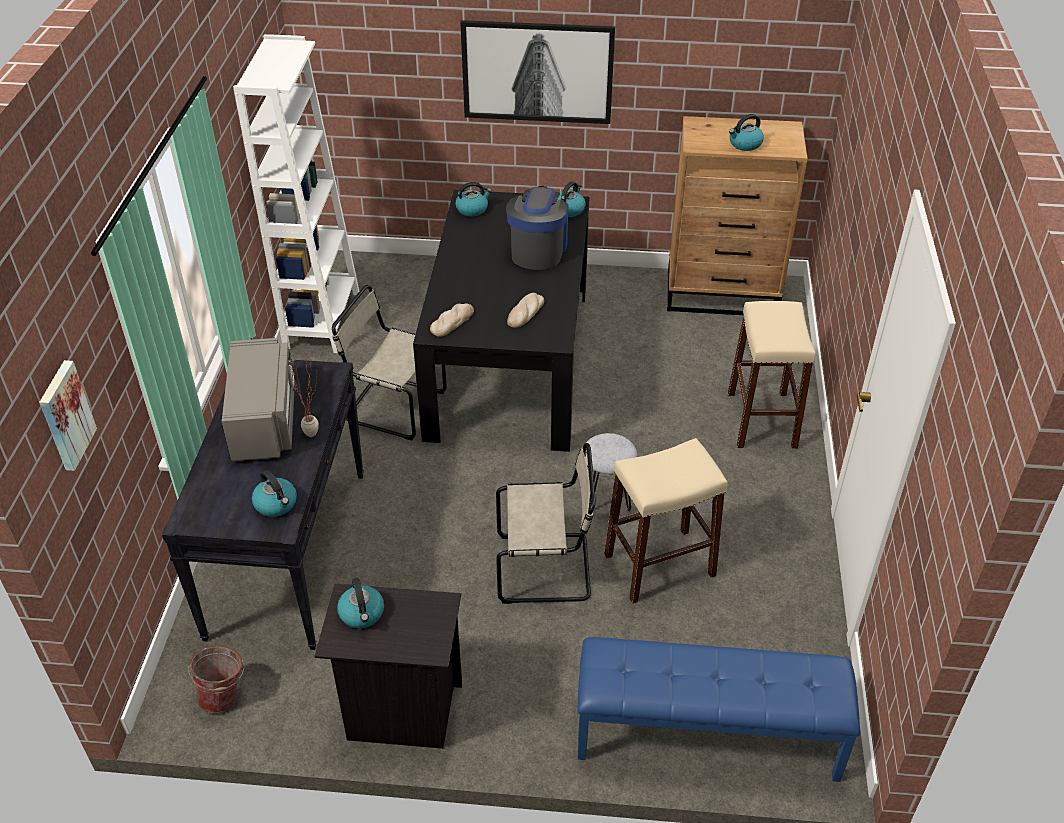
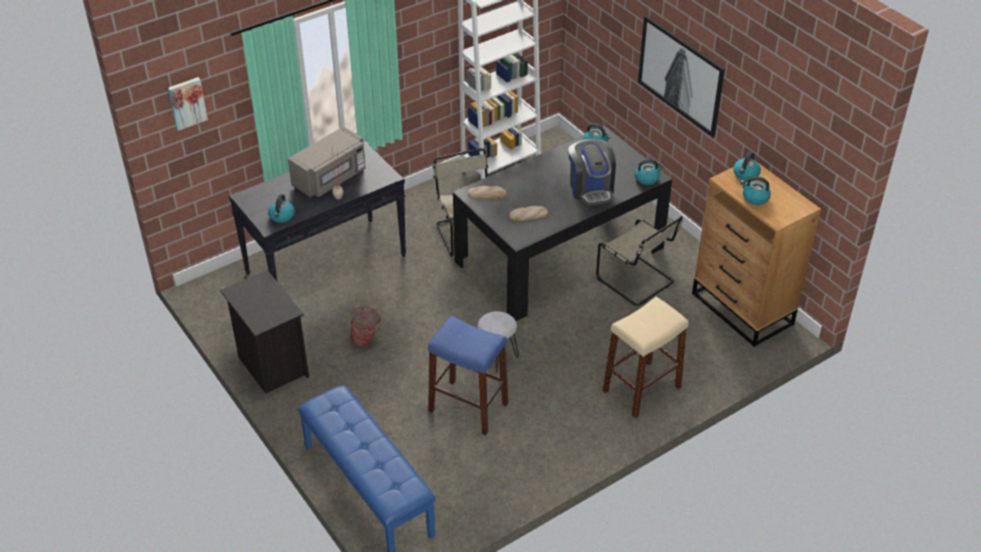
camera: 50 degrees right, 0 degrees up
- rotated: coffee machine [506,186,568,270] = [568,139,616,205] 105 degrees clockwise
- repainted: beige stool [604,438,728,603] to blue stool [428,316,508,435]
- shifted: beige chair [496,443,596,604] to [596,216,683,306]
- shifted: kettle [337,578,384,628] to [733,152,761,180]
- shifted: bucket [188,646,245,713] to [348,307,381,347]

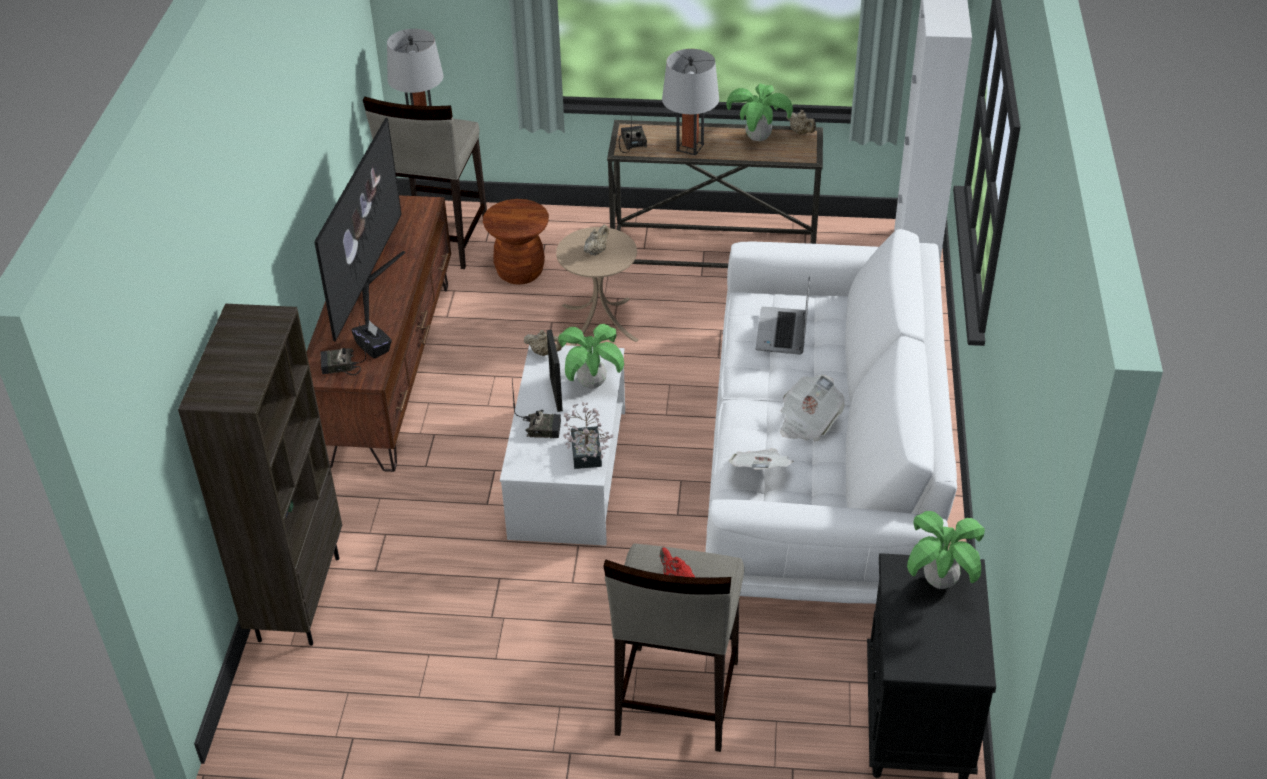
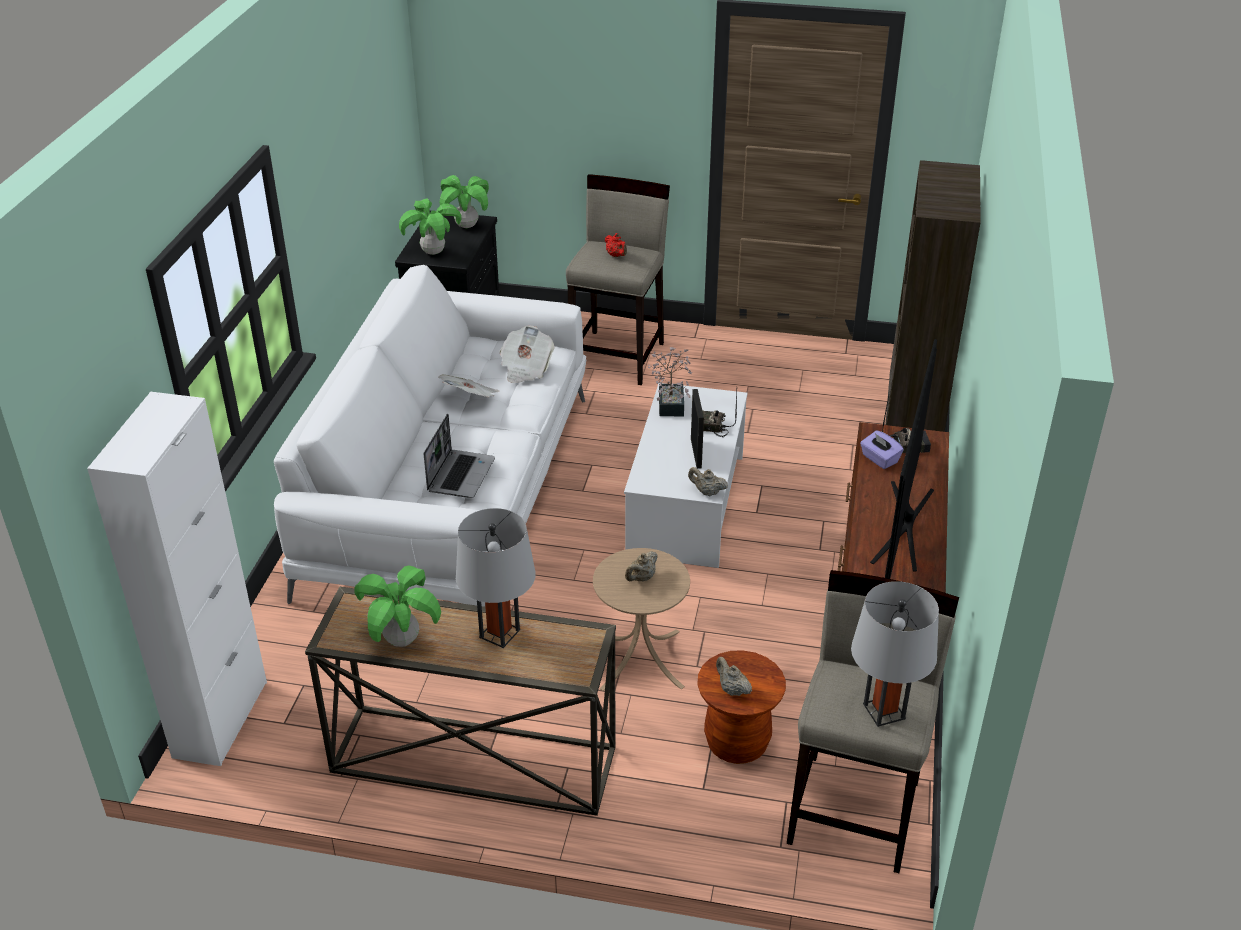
camera: 175 degrees left, 5 degrees down
- shifted: beige teapot [786,110,816,135] to [716,657,752,696]
- gone: radio [618,112,647,153]
- repainted: black tissue box [351,320,392,359] to purple tissue box [860,430,904,469]
- shifted: potted plant [558,324,624,388] to [440,175,489,228]

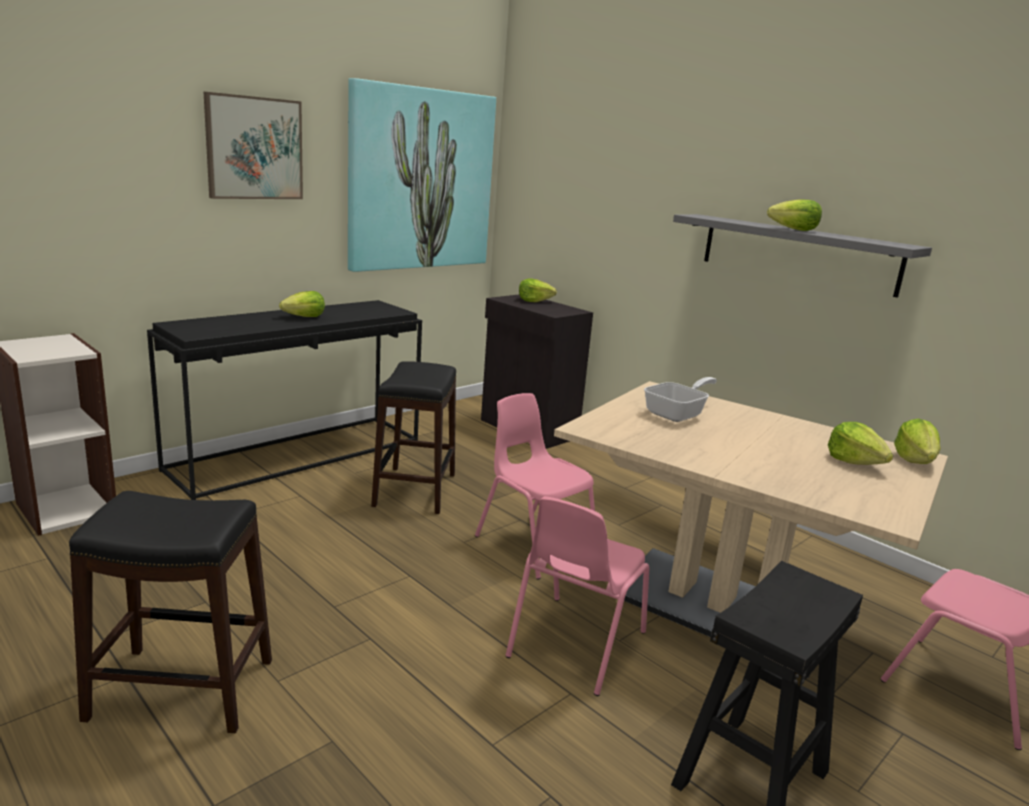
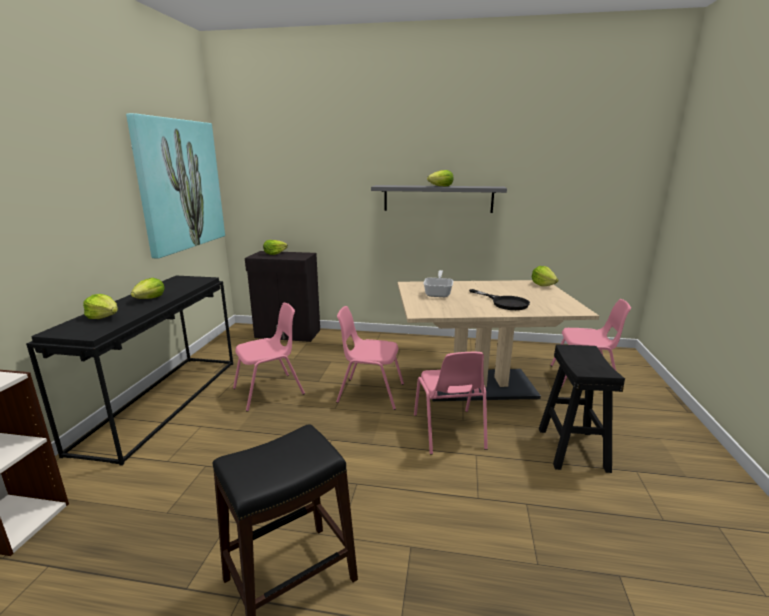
camera: 35 degrees left, 0 degrees up
- gone: picture [204,92,303,199]
- swapped: black stool [371,361,456,514] to pink chair [233,303,305,412]
- shifted: lettuce [828,422,893,465] to [83,294,118,319]
- new: black frying pan [469,289,530,310]

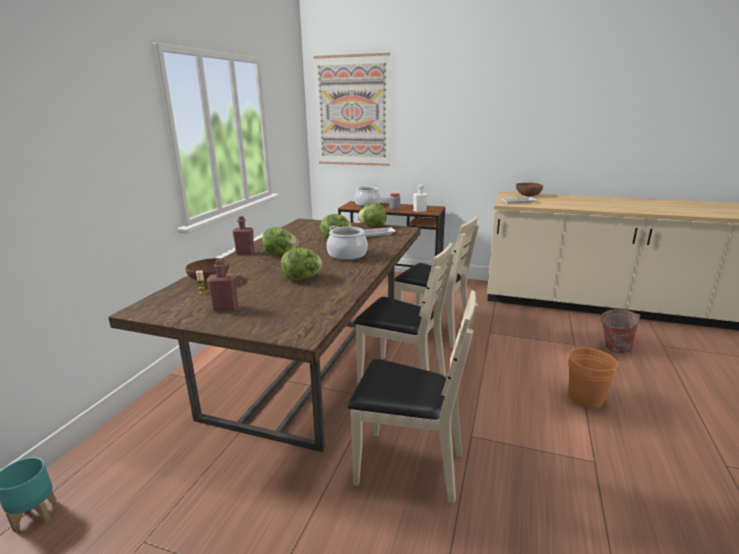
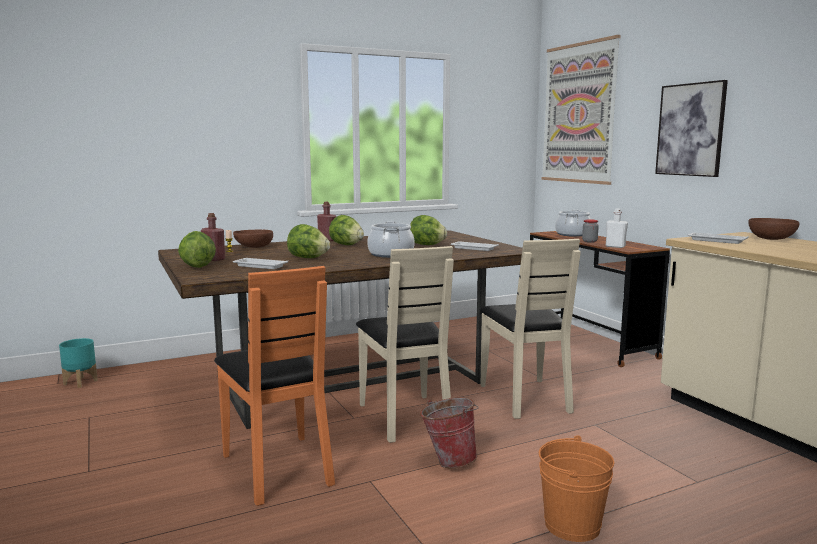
camera: 45 degrees right, 10 degrees down
- shifted: lettuce [357,203,386,226] to [178,231,216,268]
- repainted: beige chair [348,290,478,503] to orange chair [214,266,335,506]
- shifted: bucket [599,309,640,353] to [420,397,479,469]
- new: picture [655,80,728,177]
- new: white tray [233,258,288,269]

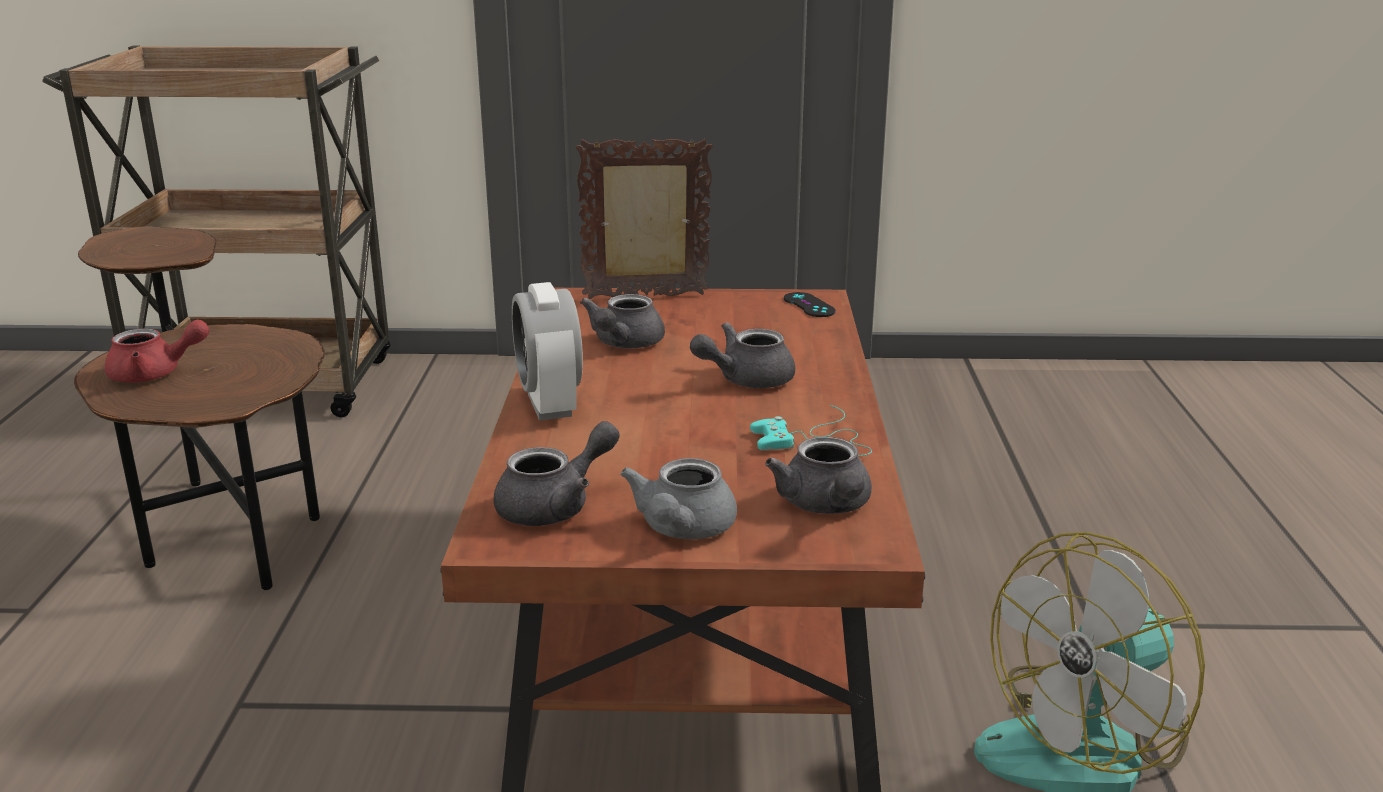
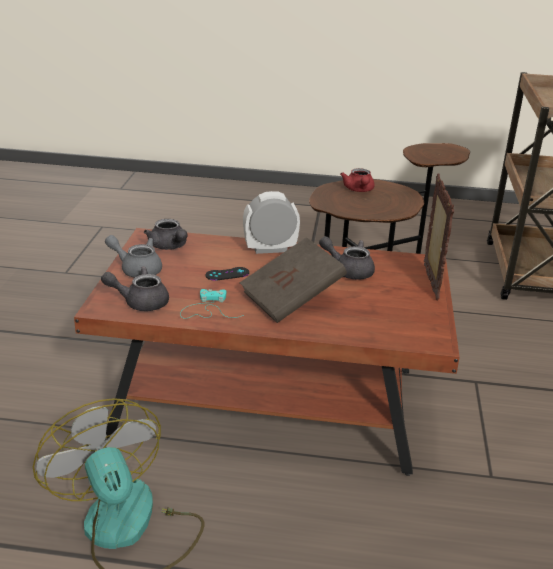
camera: 95 degrees right, 5 degrees up
- shifted: black game controller [784,292,836,317] to [206,267,249,281]
- swapped: grey teapot [690,322,795,388] to brown book [240,237,347,323]

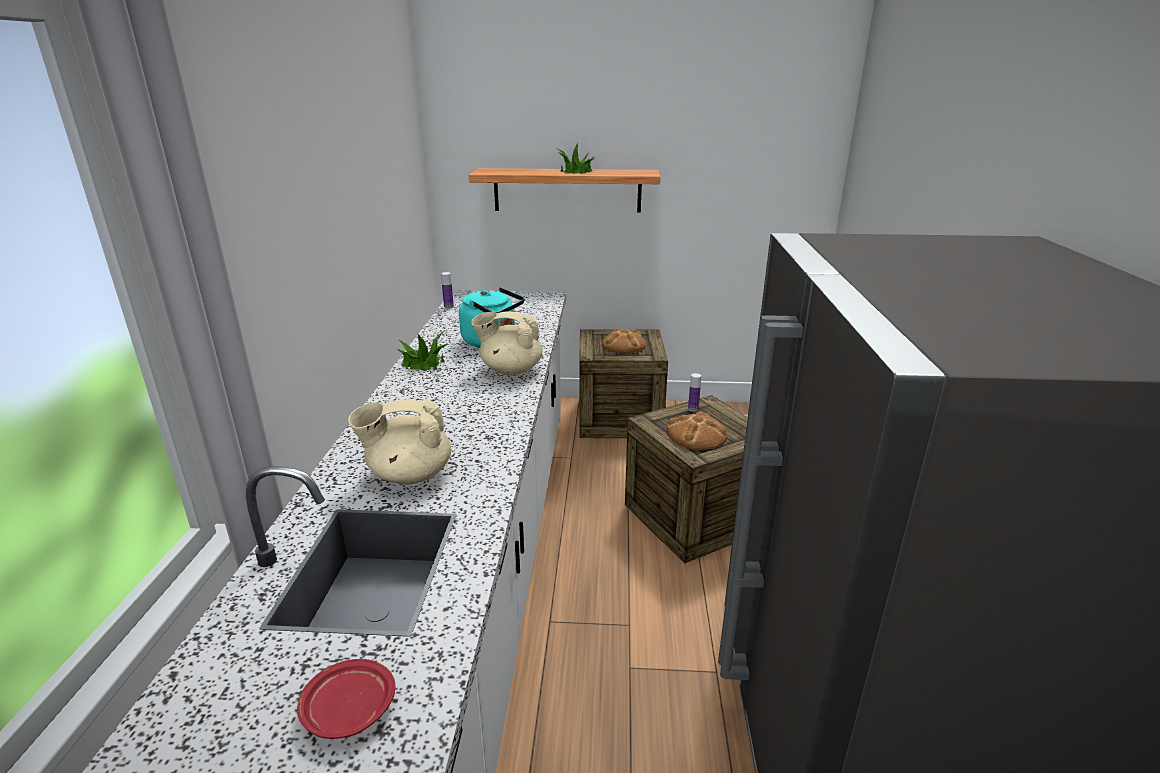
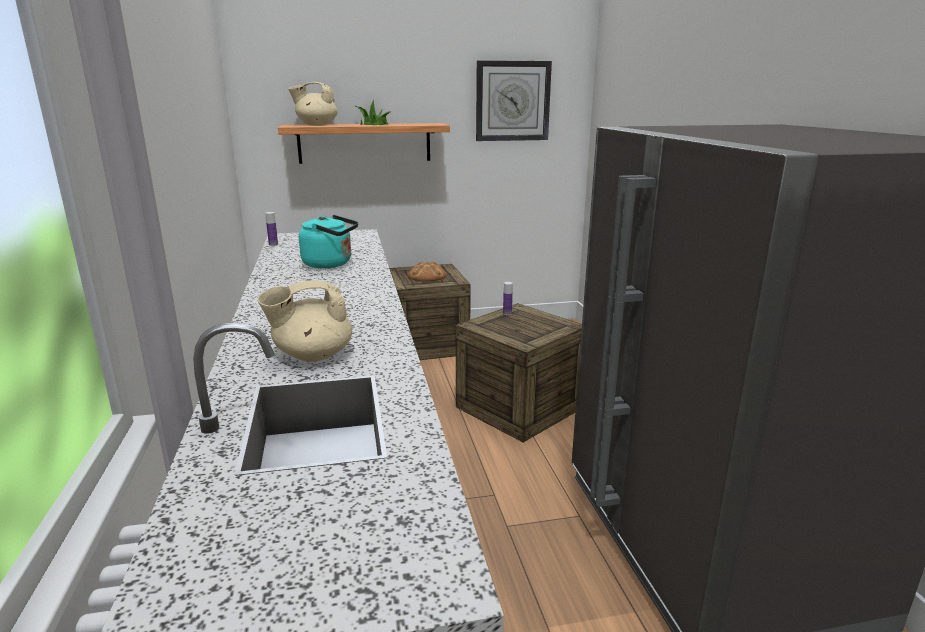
camera: 15 degrees left, 5 degrees down
- shifted: beige teapot [471,311,543,375] to [288,82,338,126]
- gone: potted plant [397,331,449,371]
- gone: bread [667,412,727,450]
- gone: red plate [297,659,396,739]
- new: wall clock [476,60,552,141]

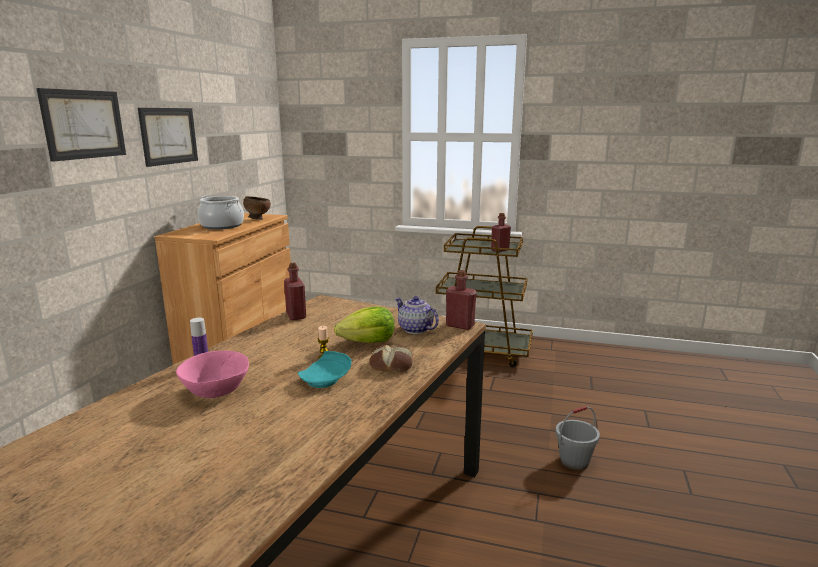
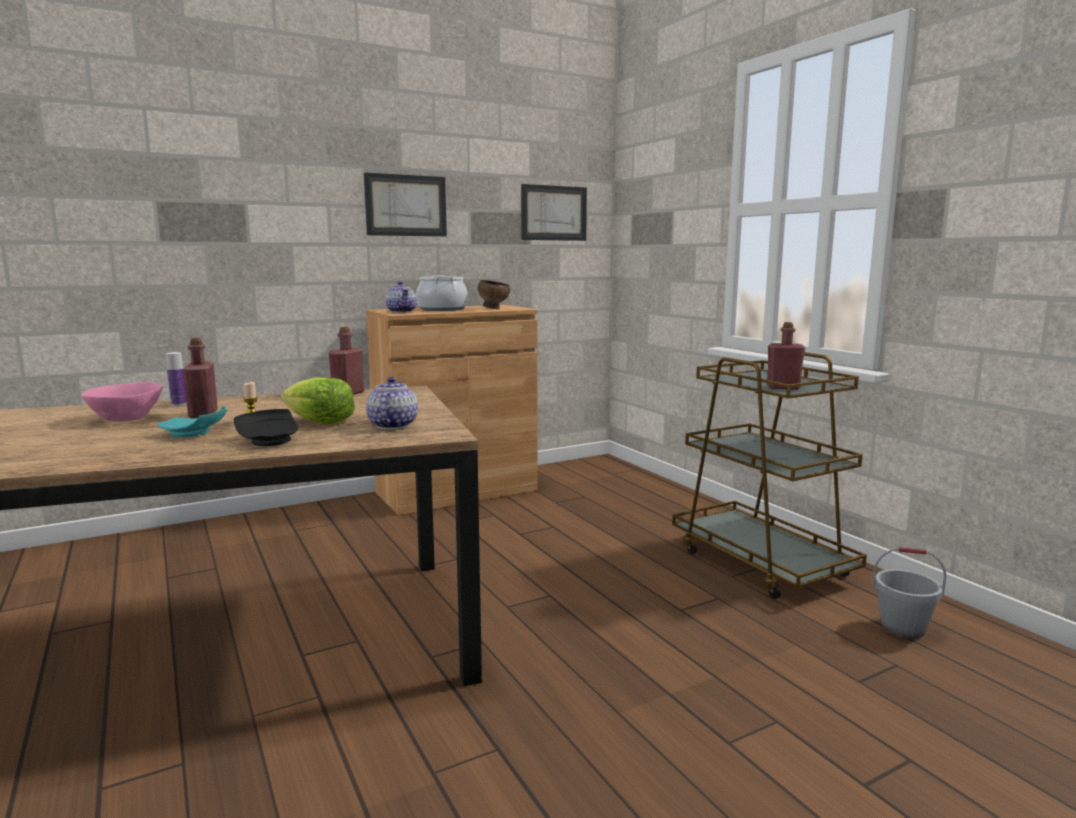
camera: 45 degrees right, 5 degrees down
- shifted: picture [37,88,126,162] to [521,184,587,241]
- shifted: red bottle [446,270,477,330] to [183,338,218,419]
- swapped: bread [369,345,413,372] to black plate [234,409,298,446]
- shifted: grey bucket [555,406,600,470] to [872,547,946,639]
- new: teapot [385,281,417,313]

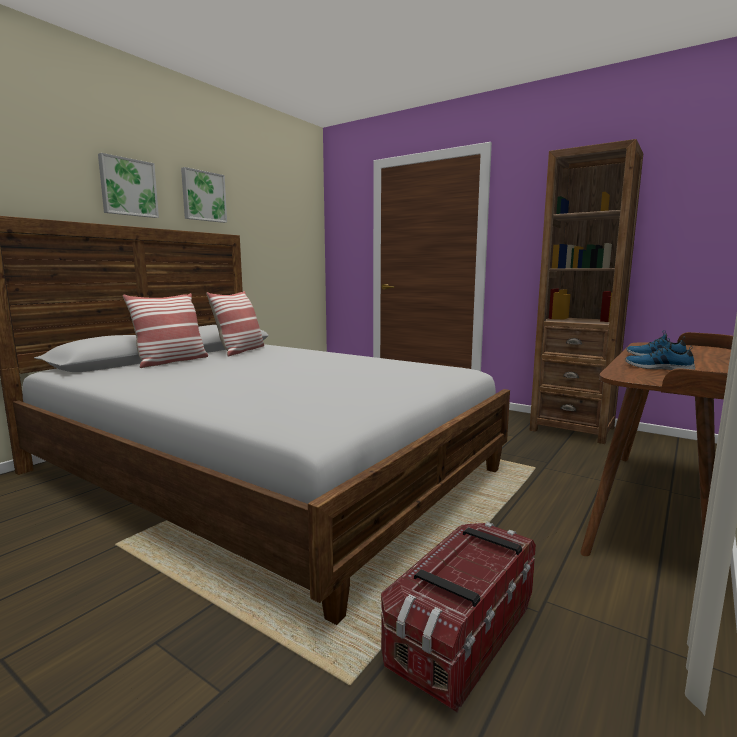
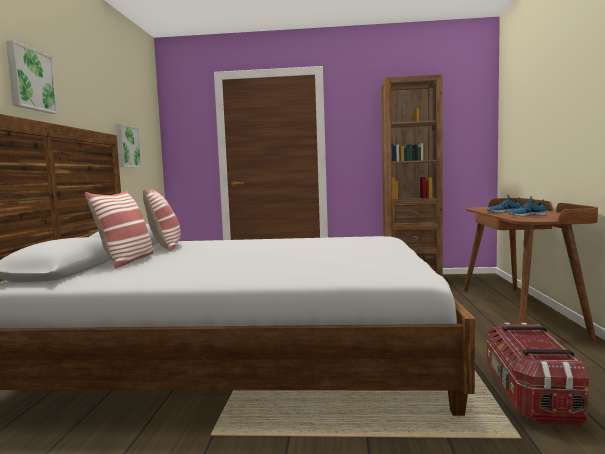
camera: 30 degrees left, 5 degrees down
- shifted: picture [181,167,227,223] to [116,124,142,168]

